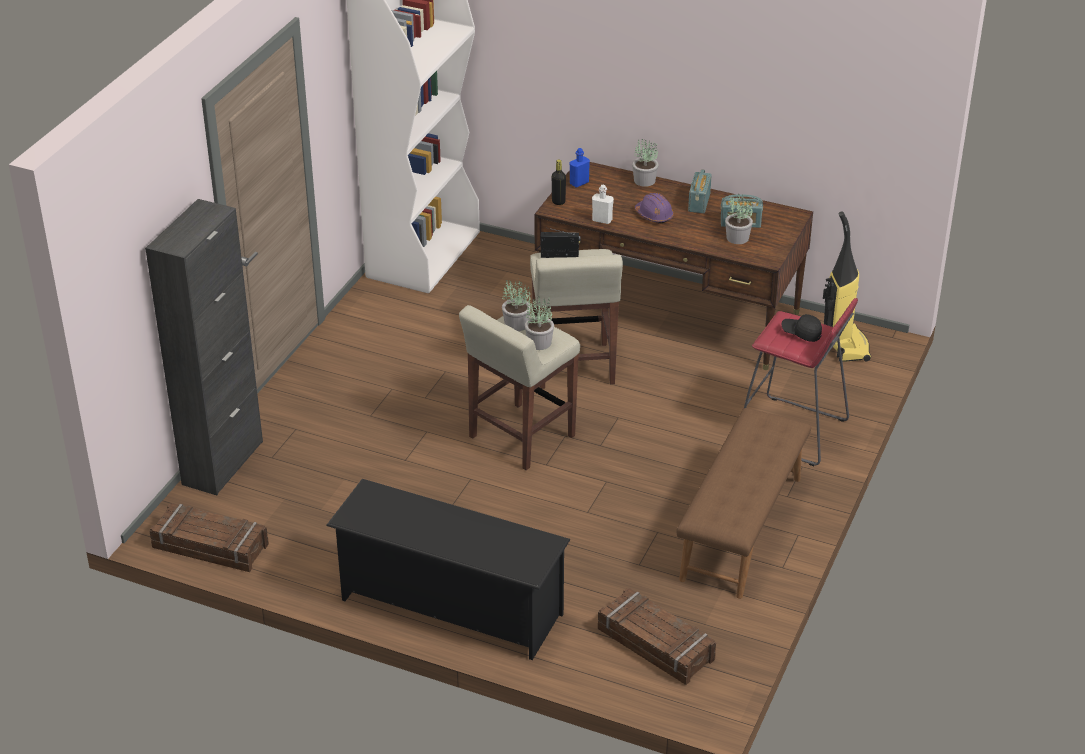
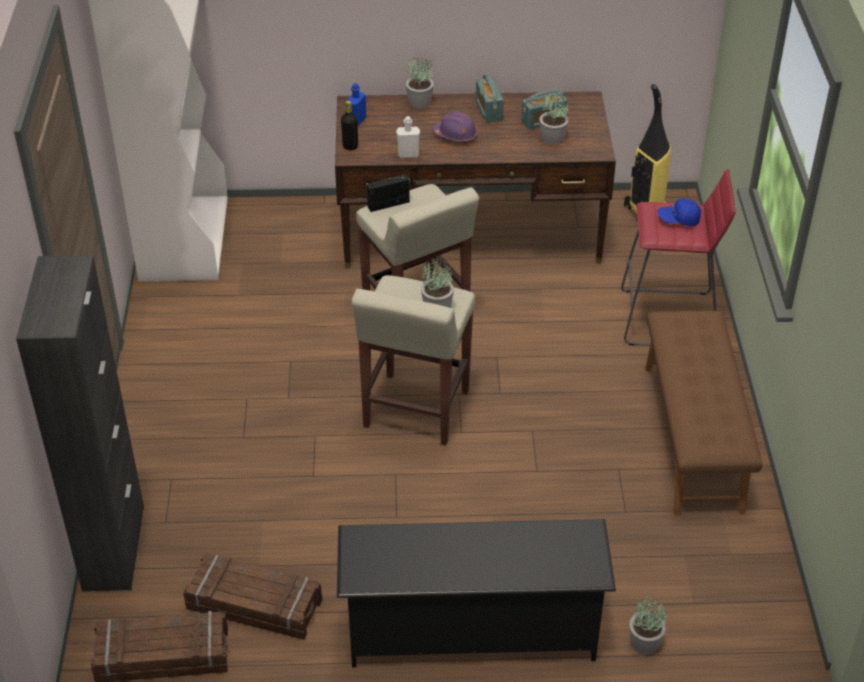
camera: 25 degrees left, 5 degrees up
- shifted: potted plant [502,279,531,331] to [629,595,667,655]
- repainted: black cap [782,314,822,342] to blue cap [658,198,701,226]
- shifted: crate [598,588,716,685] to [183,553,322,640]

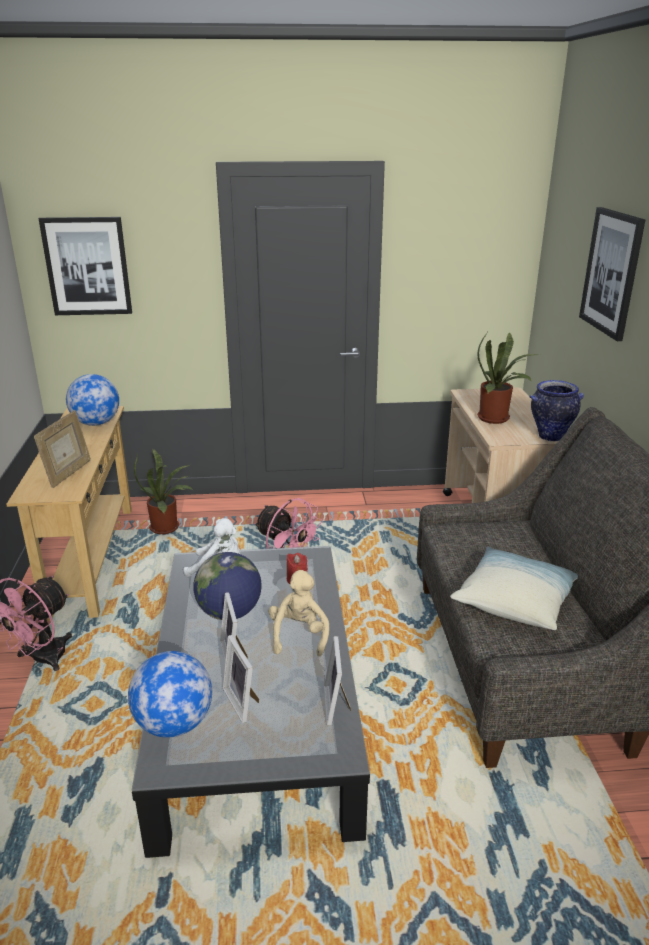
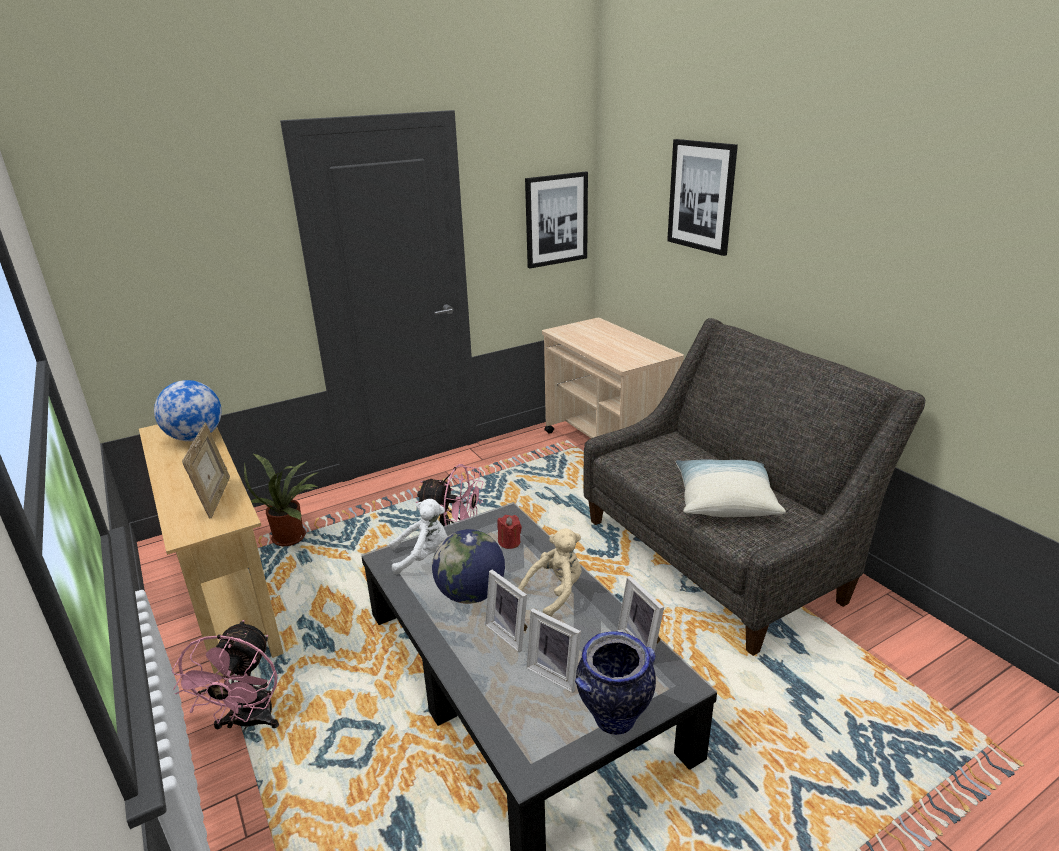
camera: 25 degrees left, 0 degrees up
- shifted: picture [39,217,132,315] to [525,172,588,269]
- gone: potted plant [477,330,538,424]
- shifted: vase [529,380,584,441] to [575,631,656,735]
- rotated: beige plush toy [269,570,329,657] = [518,528,581,616] 75 degrees clockwise
- gone: globe [128,651,212,738]

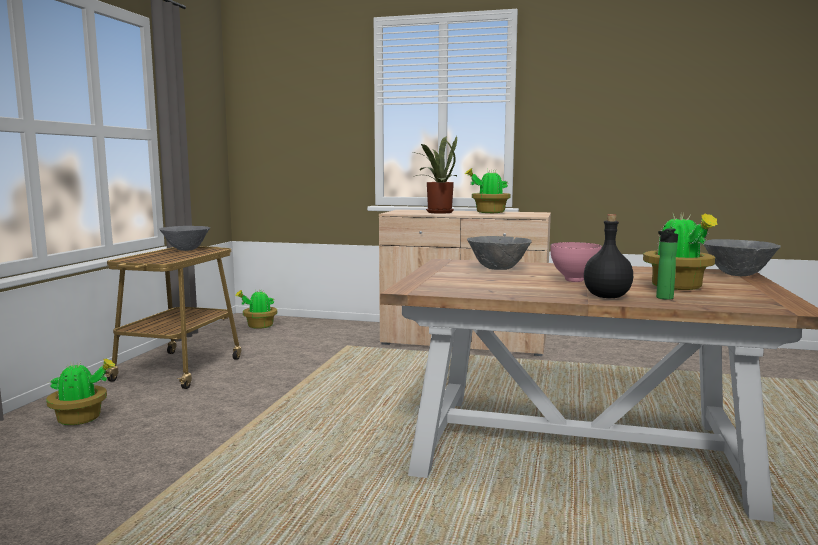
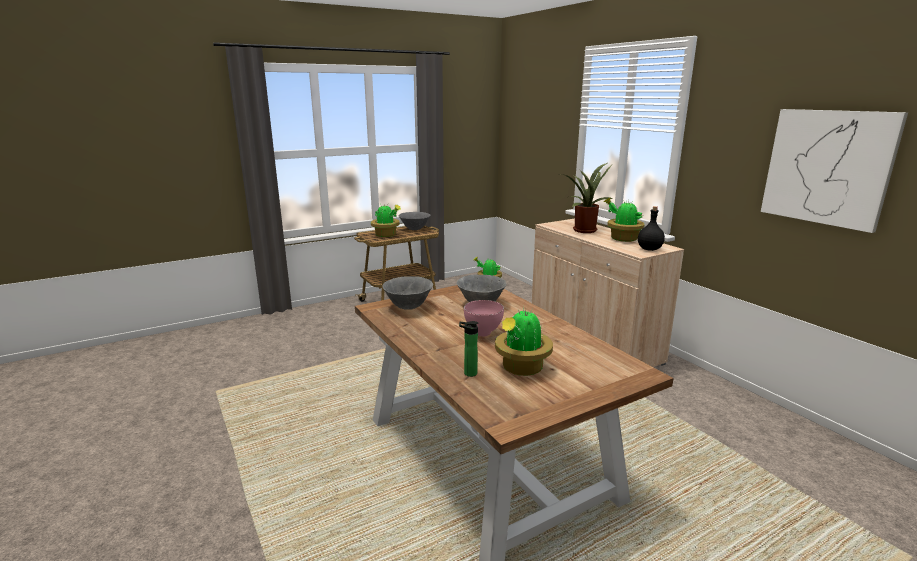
camera: 45 degrees right, 10 degrees up
- shifted: black bottle [584,214,633,298] to [638,206,665,251]
- shifted: grey bowl [703,239,781,276] to [382,276,433,310]
- shifted: potted plant [46,358,116,425] to [371,204,401,237]
- new: picture [761,109,908,233]

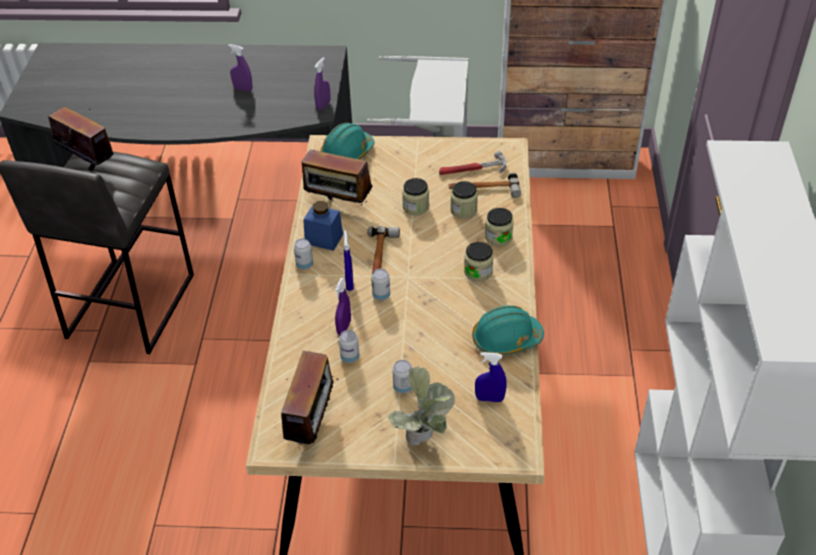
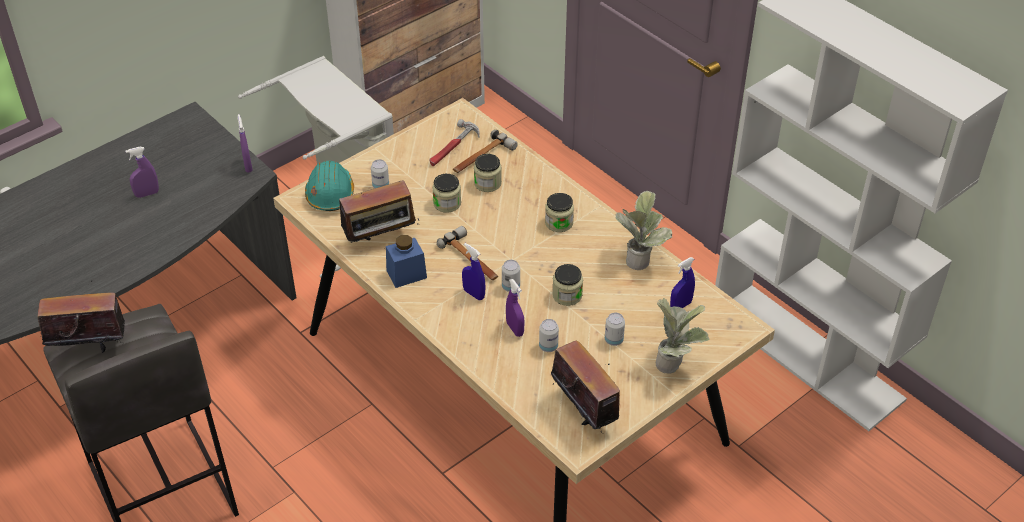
camera: 45 degrees left, 0 degrees up
- shifted: jar [485,208,513,246] to [552,264,583,306]
- shifted: can [294,238,313,269] to [371,159,389,188]
- swapped: turquoise hard hat [472,305,544,355] to potted plant [615,191,672,270]

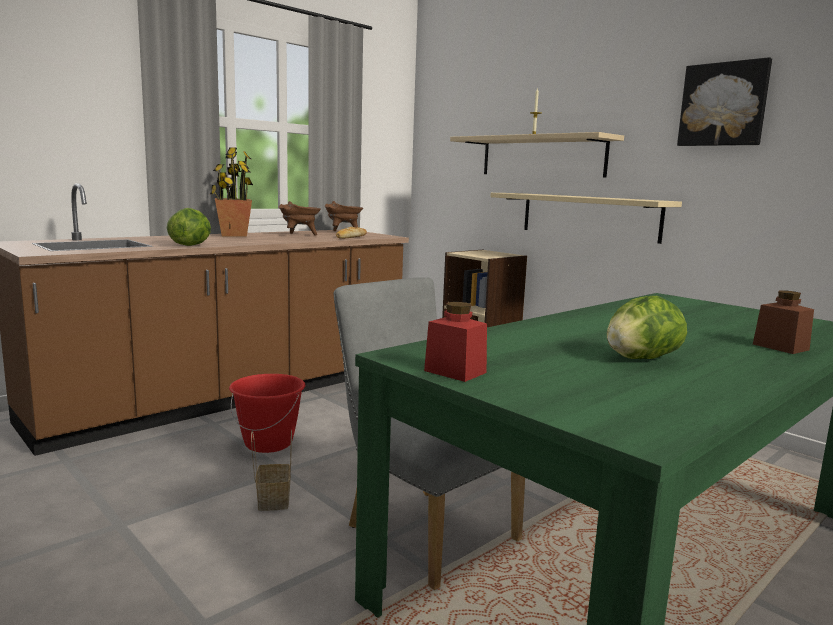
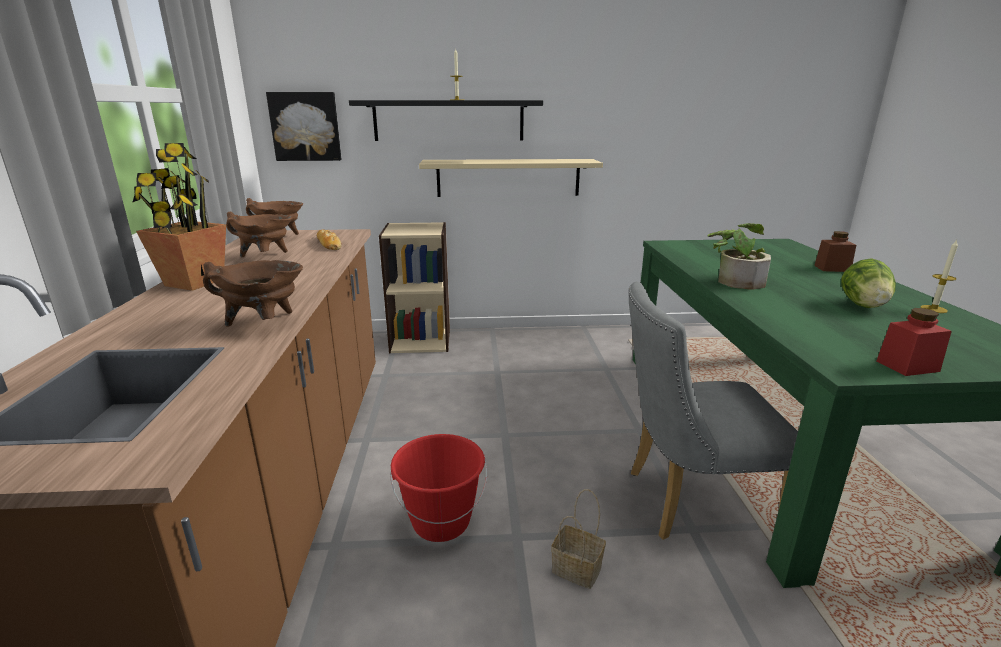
camera: 50 degrees left, 10 degrees up
- shifted: picture [677,57,772,146] to [266,92,342,161]
- repainted: beige shelf [450,132,624,177] to black shelf [349,100,543,141]
- swapped: lettuce [167,208,211,246] to brown cooking pot [203,260,303,327]
- new: potted plant [707,223,771,290]
- new: candle [921,240,958,313]

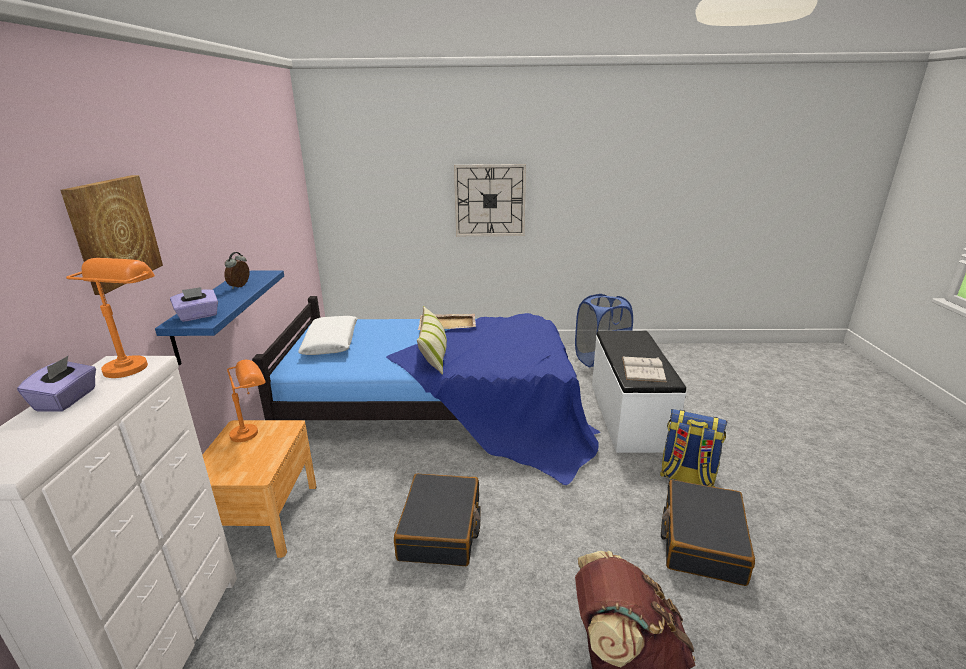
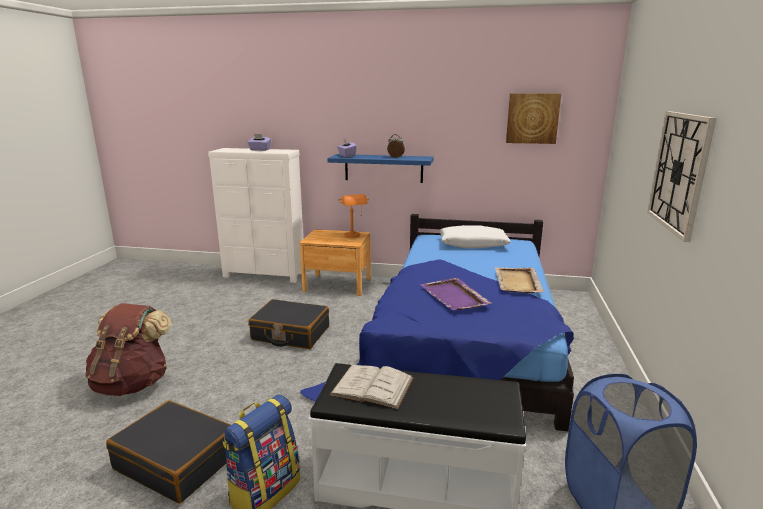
camera: 100 degrees right, 5 degrees down
- shifted: picture [60,175,163,295] to [506,93,561,144]
- gone: orange table lamp [66,258,155,378]
- gone: pillow [417,306,447,375]
- new: purple tray [420,278,492,310]

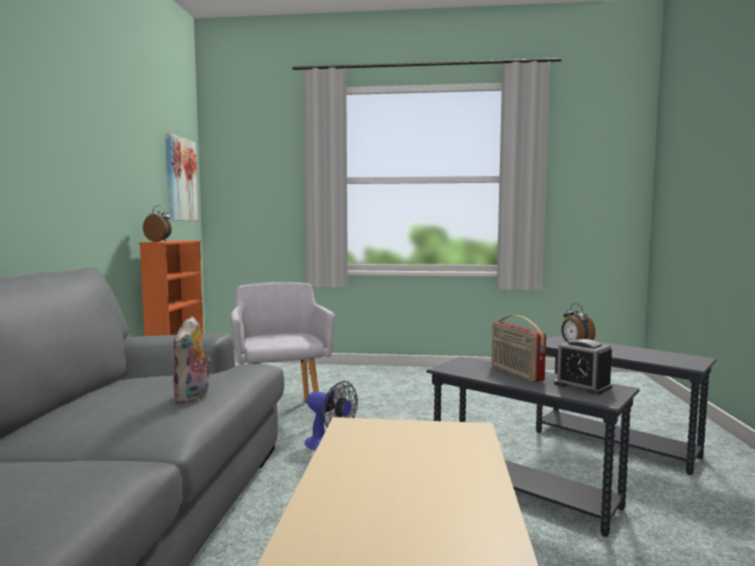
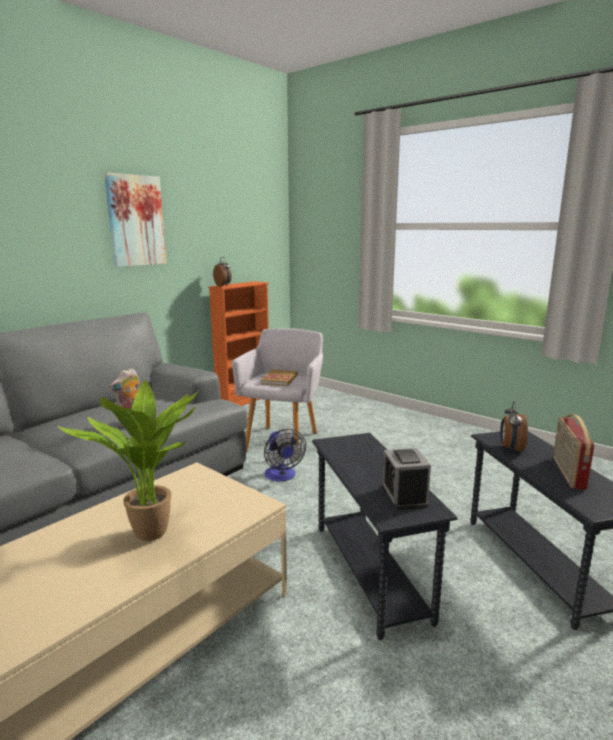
camera: 35 degrees right, 10 degrees up
- shifted: picture [165,133,198,221] to [104,173,166,267]
- shifted: radio [491,315,546,382] to [553,414,594,490]
- new: book [261,370,298,386]
- new: potted plant [58,380,199,541]

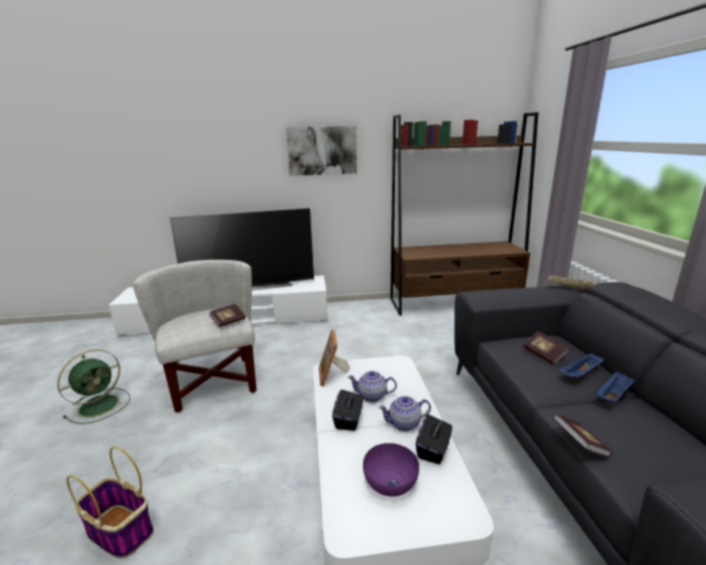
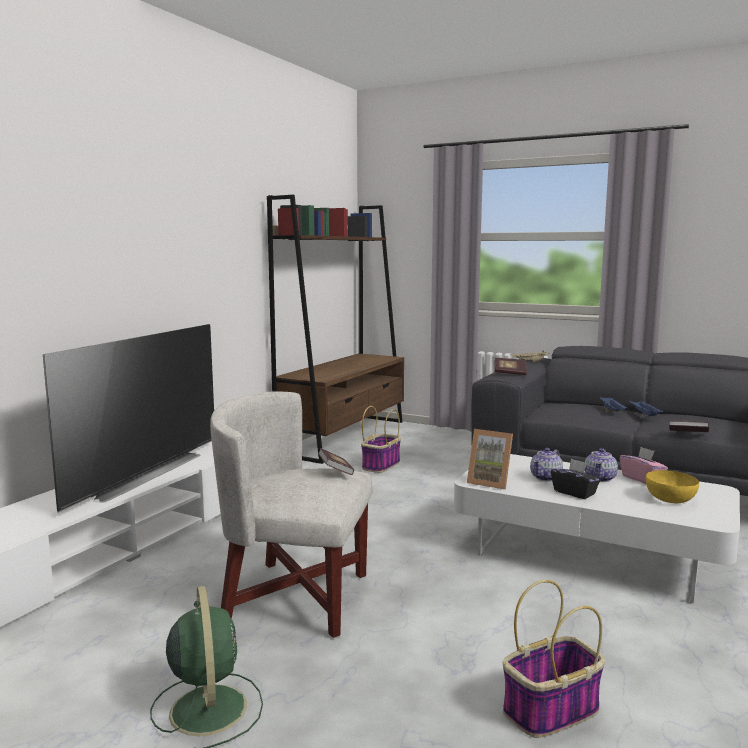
camera: 55 degrees left, 10 degrees down
- gone: picture [286,126,357,176]
- shifted: book [523,331,569,365] to [494,358,527,375]
- repainted: black tissue box [416,414,452,464] to pink tissue box [620,447,668,484]
- repainted: purple bowl [363,443,419,497] to yellow bowl [646,470,699,503]
- new: basket [361,406,401,473]

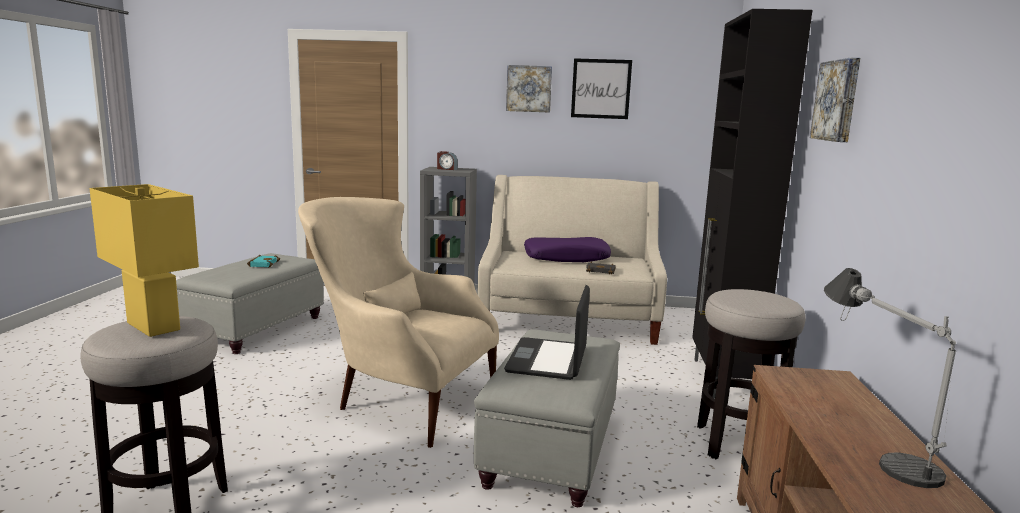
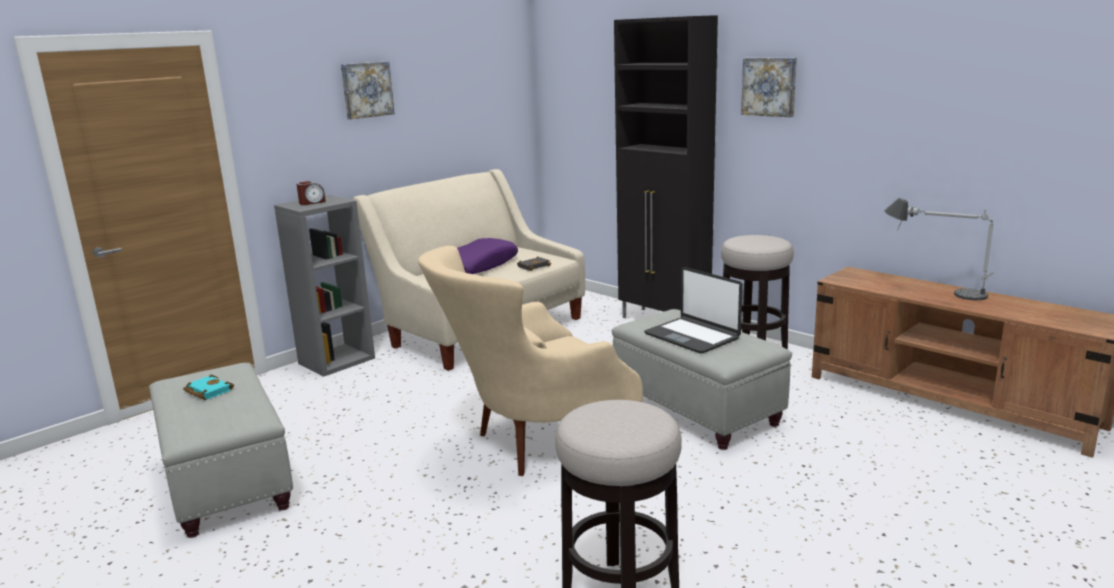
camera: 50 degrees left, 5 degrees up
- gone: picture [571,58,632,119]
- gone: yellow table lamp [89,184,199,337]

